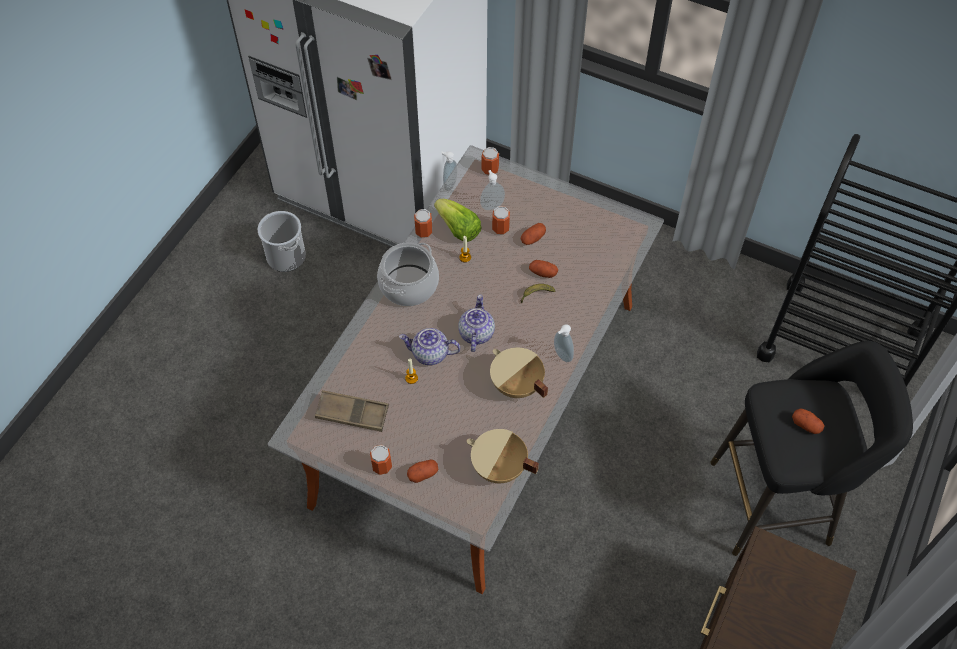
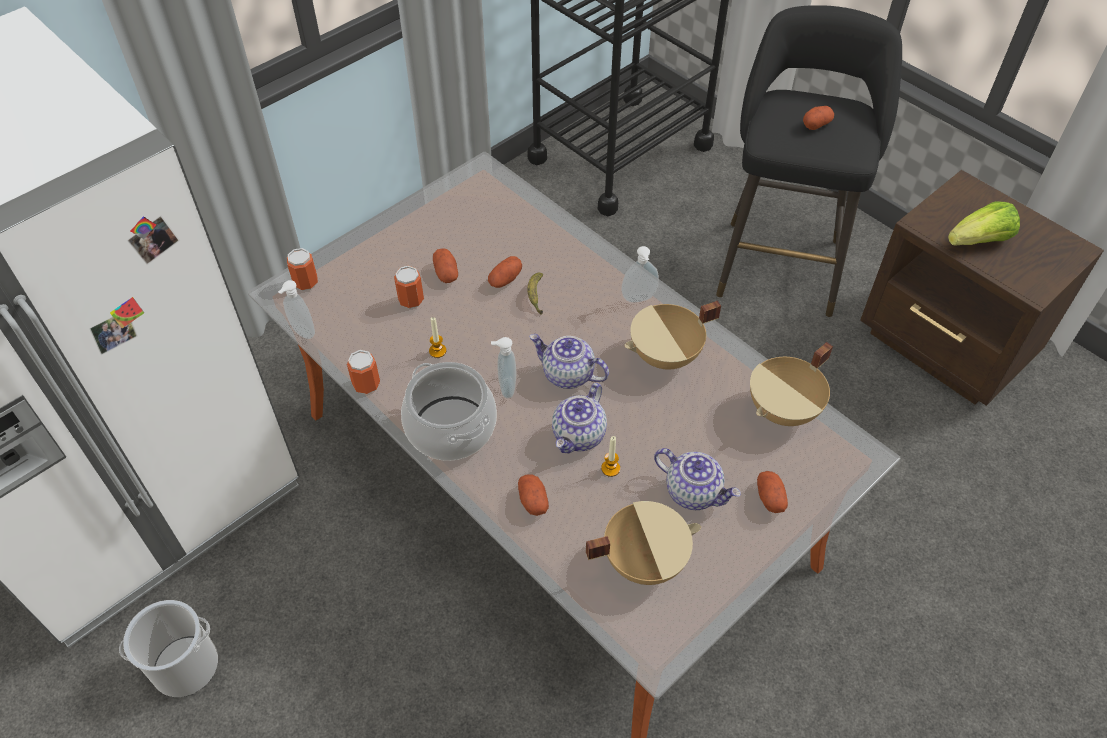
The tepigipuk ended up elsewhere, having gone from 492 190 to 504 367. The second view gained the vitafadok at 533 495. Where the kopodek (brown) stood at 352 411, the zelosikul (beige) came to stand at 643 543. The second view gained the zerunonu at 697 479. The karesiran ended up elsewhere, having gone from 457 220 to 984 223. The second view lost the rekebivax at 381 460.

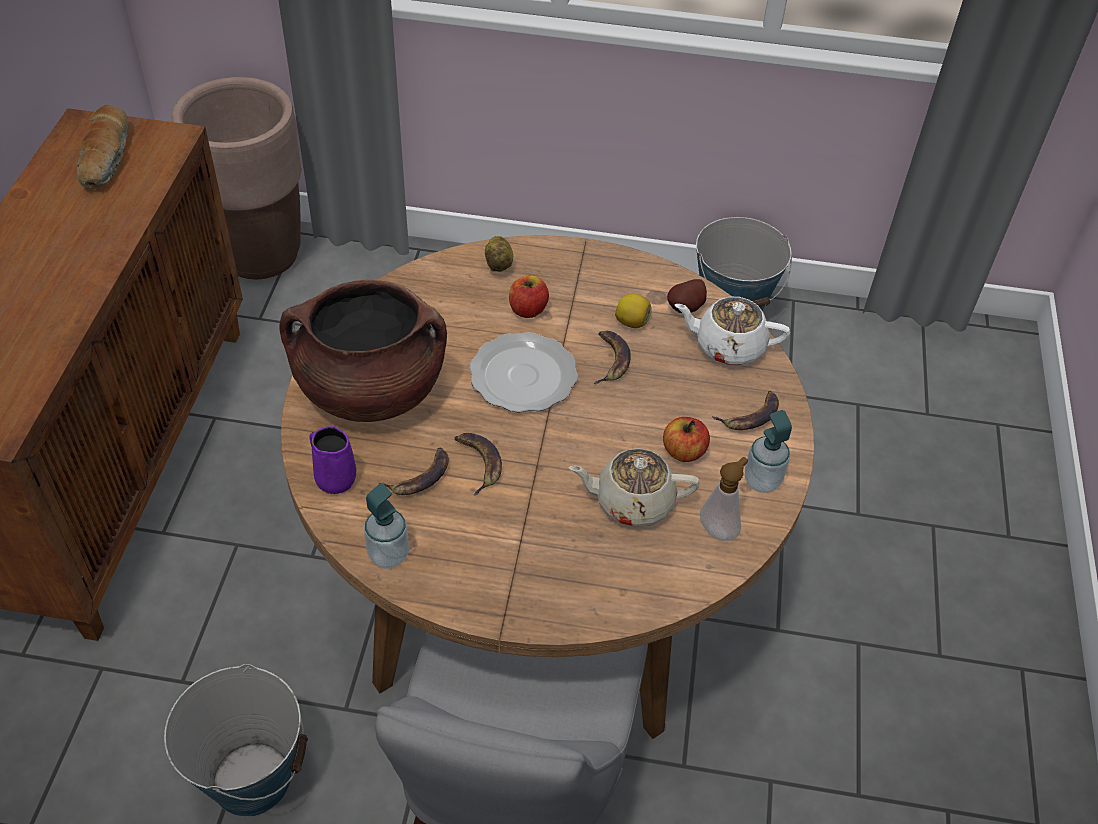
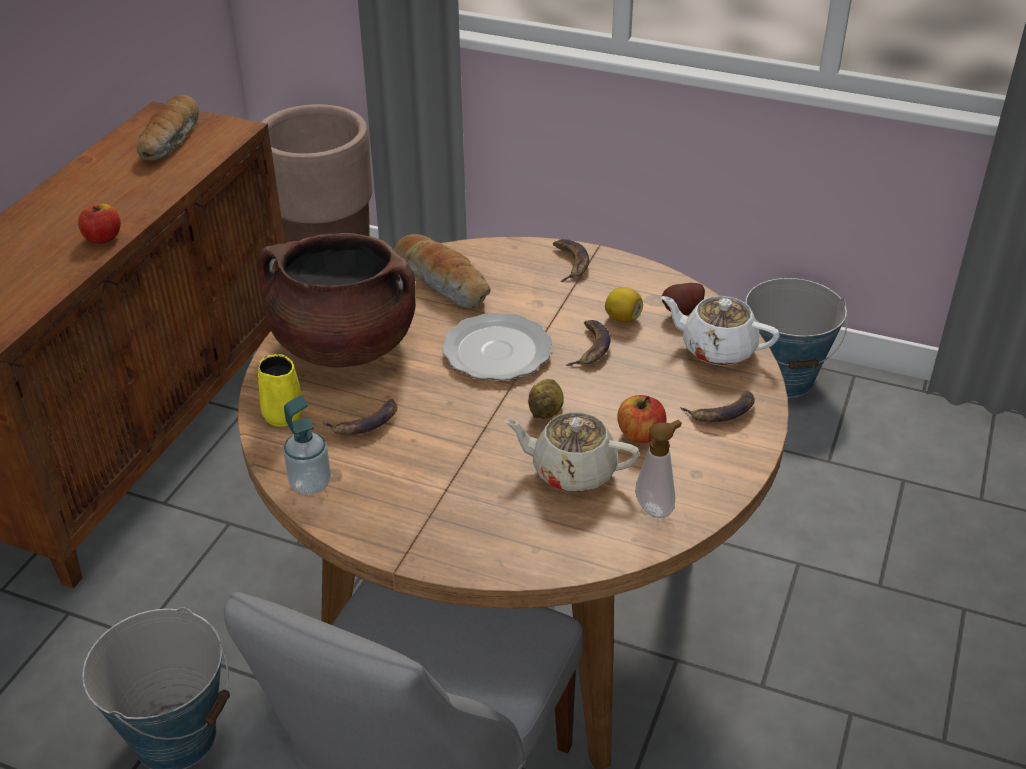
The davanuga ended up elsewhere, having gone from 529 297 to 99 224. What was the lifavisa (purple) at 332 460 turned into the lifavisa (yellow) at 280 390. The second view gained the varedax at 442 271. The vitafadok ended up elsewhere, having gone from 499 254 to 546 399. The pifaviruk ended up elsewhere, having gone from 478 464 to 571 260. The second view lost the tepigipuk at 768 451.

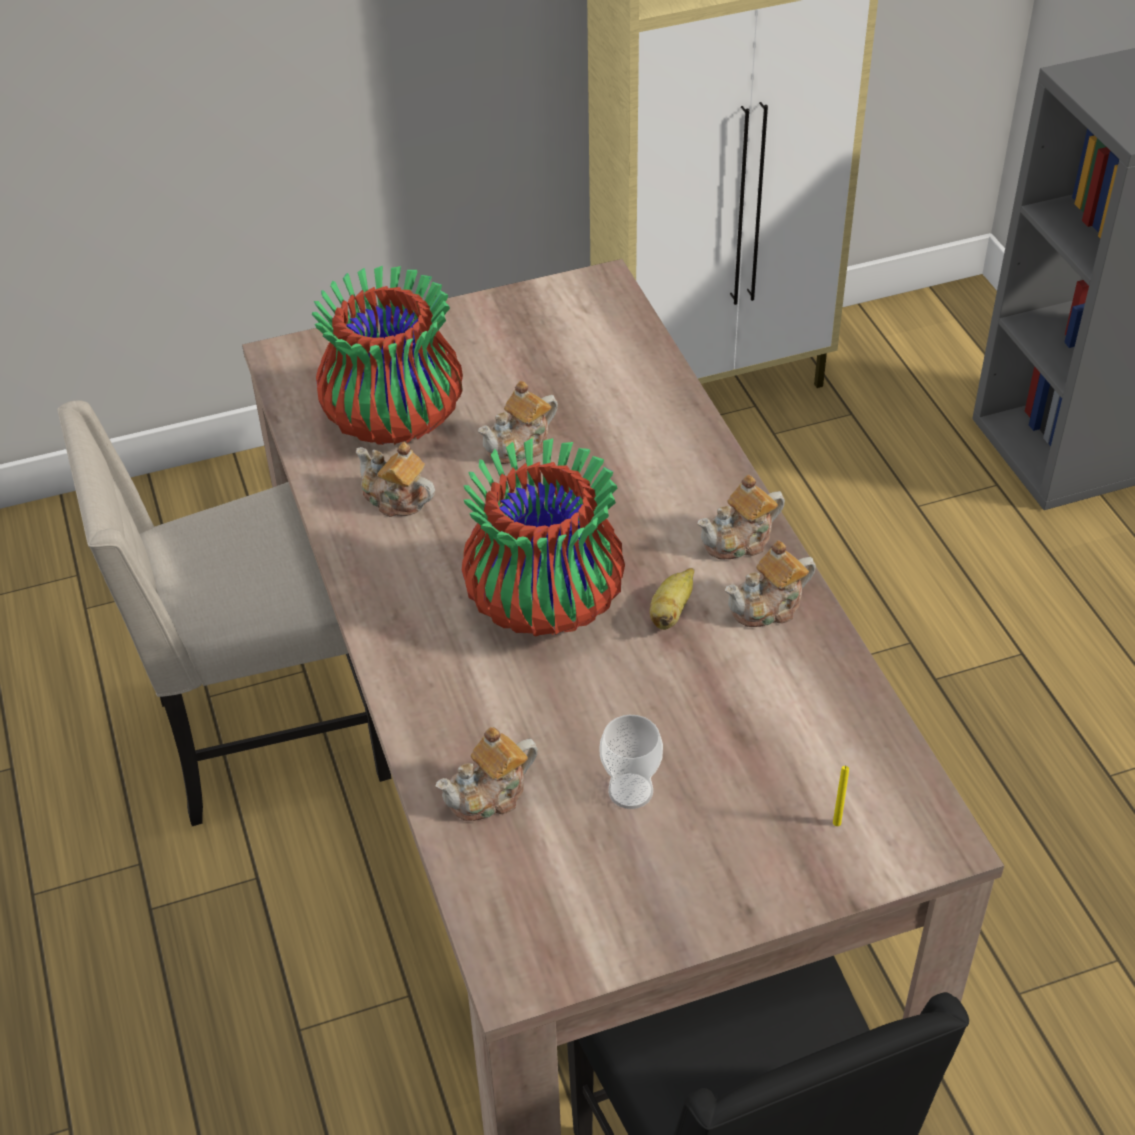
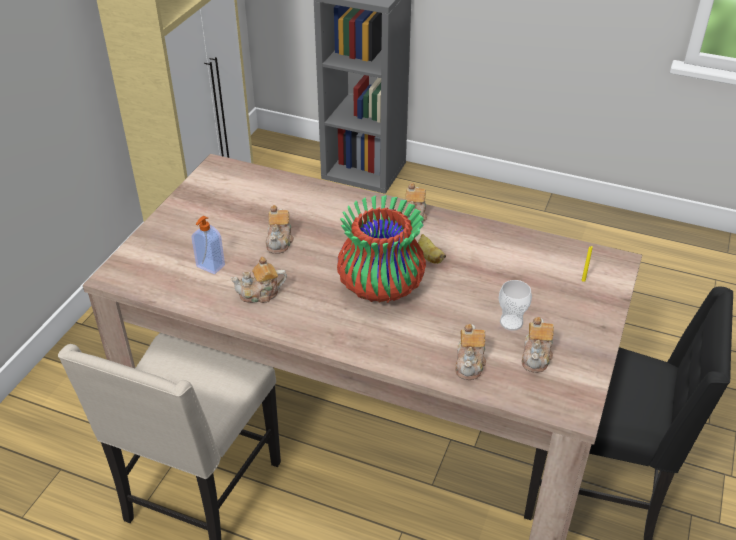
Where the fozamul stood at 387 355, the tepigipuk came to stand at 208 245. The zerunonu ended up elsewhere, having gone from 770 583 to 538 345.

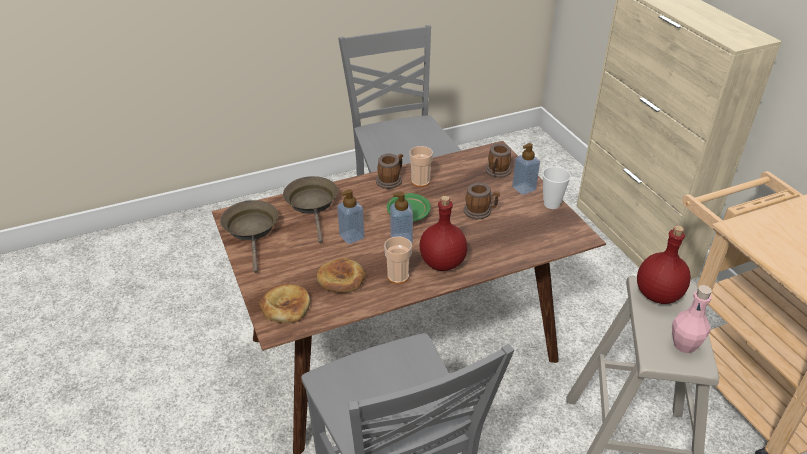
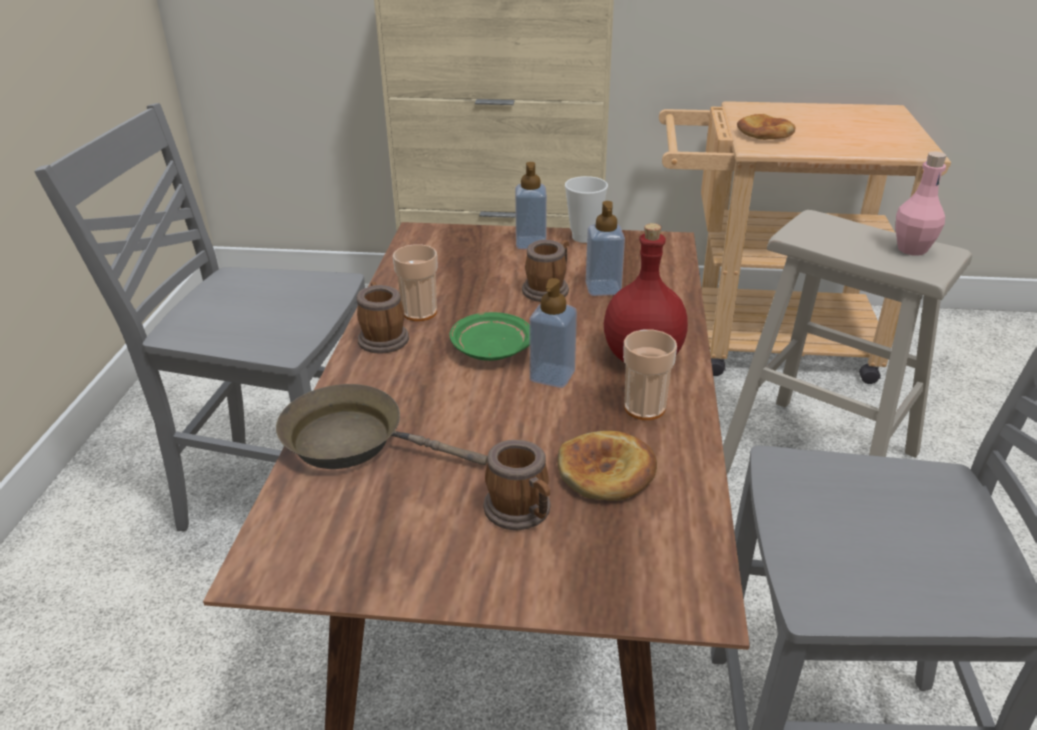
The lifavisa ended up elsewhere, having gone from 498 160 to 517 485. The tepigipuk ended up elsewhere, having gone from 351 216 to 605 248. The varedax ended up elsewhere, having gone from 284 303 to 766 127. The second view lost the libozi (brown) at 249 236. The second view lost the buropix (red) at 664 264.

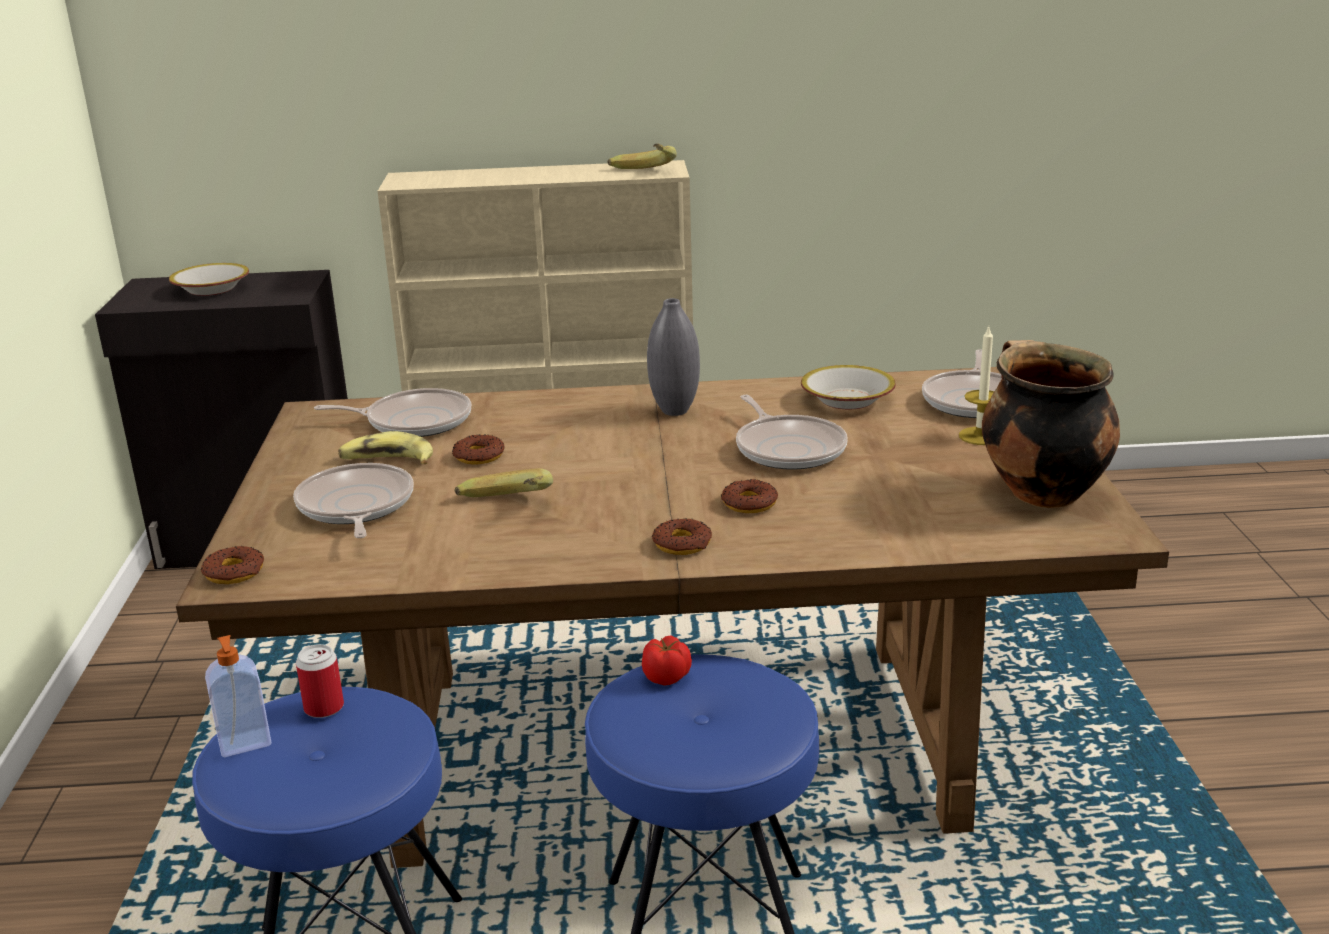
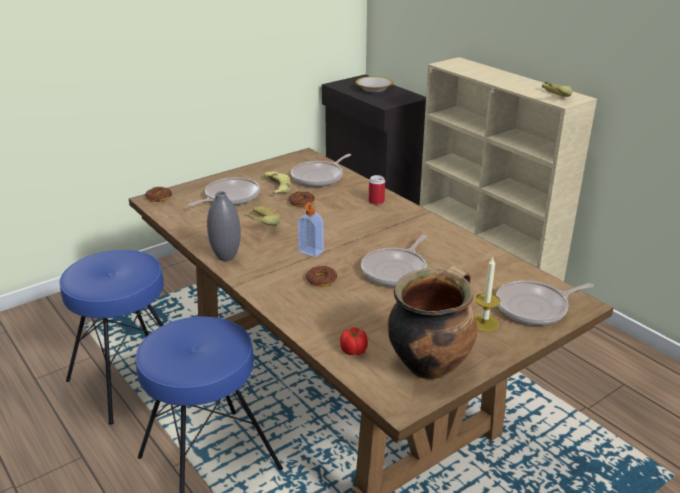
The fozamul (grey) ended up elsewhere, having gone from 673 357 to 224 226. The libozi at 392 412 ended up facing another way, 75 degrees clockwise from before. The tepigipuk ended up elsewhere, having gone from 238 696 to 310 229. The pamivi ended up elsewhere, having gone from 667 661 to 354 341. The rekebivax ended up elsewhere, having gone from 320 681 to 377 190. The second view lost the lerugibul at 682 536. The second view lost the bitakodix at 848 387.

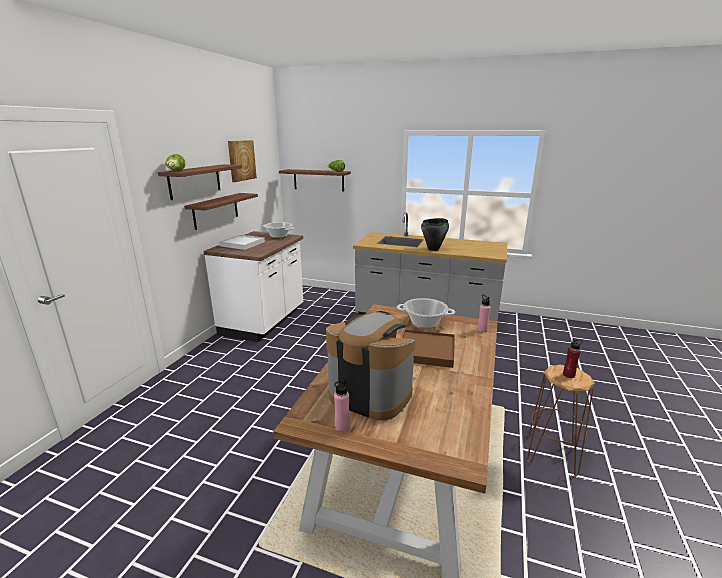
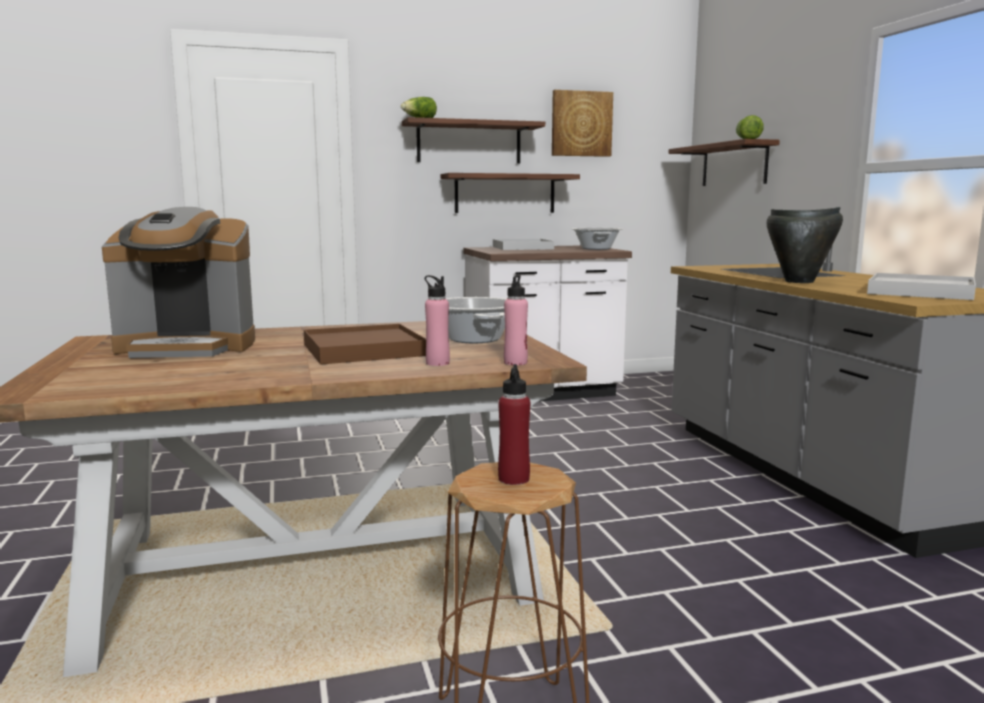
The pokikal at 370 365 ended up facing another way, 90 degrees clockwise from before. The buropix (pink) ended up elsewhere, having gone from 342 405 to 437 320. The second view gained the kopodek (white) at 921 286.

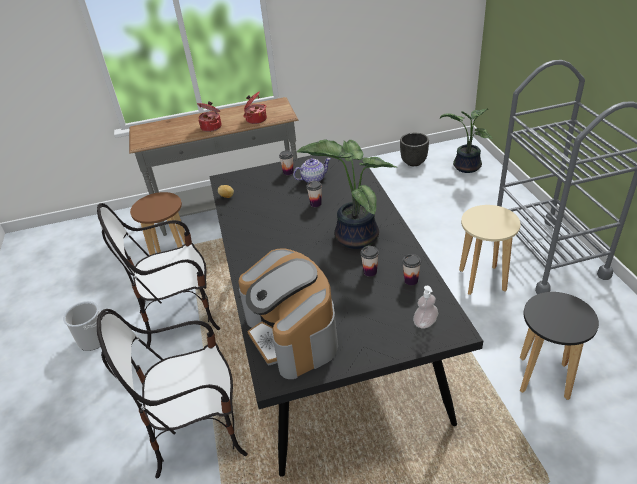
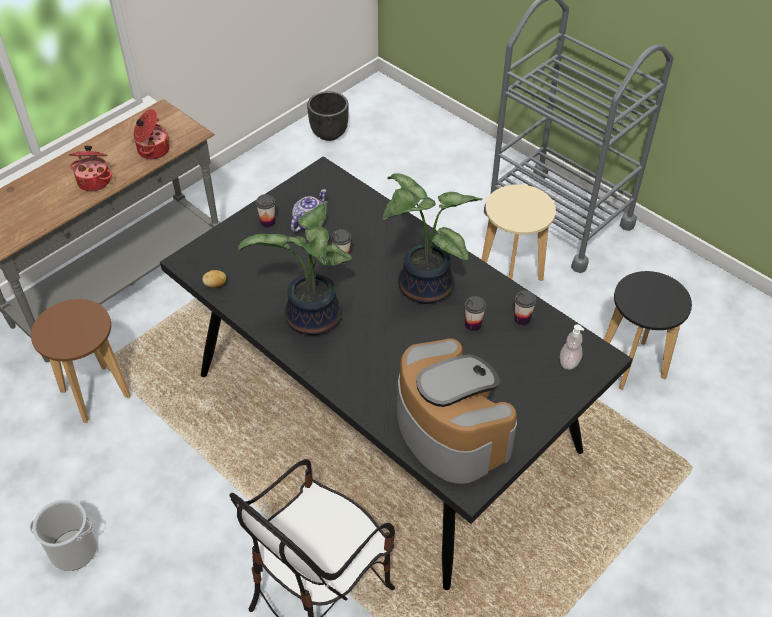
The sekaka ended up elsewhere, having gone from 466 141 to 295 268. The pokikal at 288 314 ended up facing another way, 150 degrees counterclockwise from before. The second view lost the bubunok at 158 276.

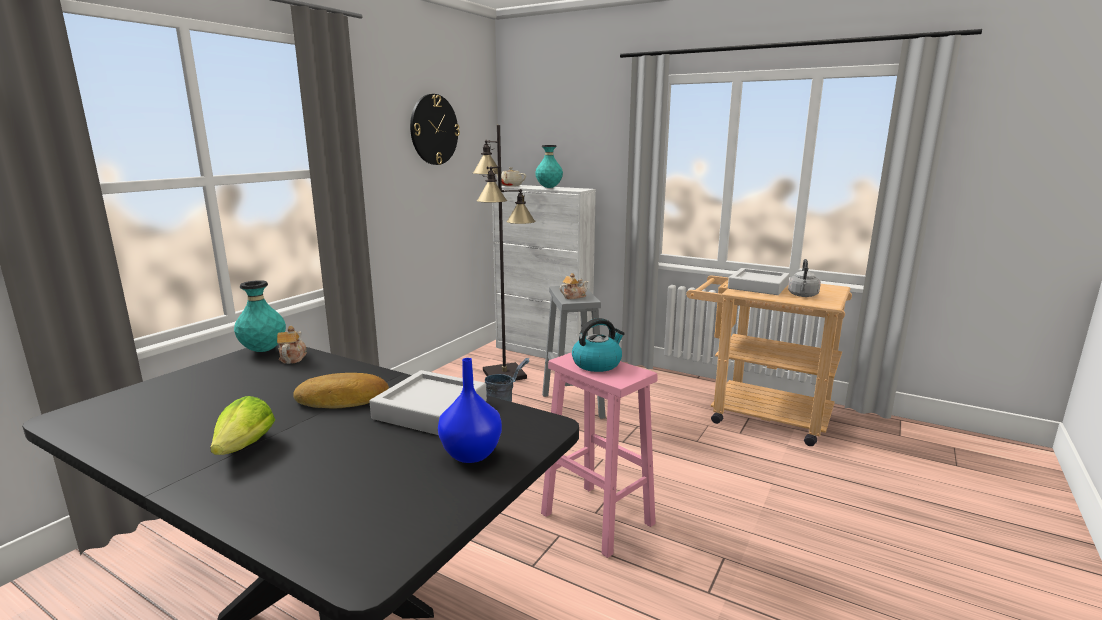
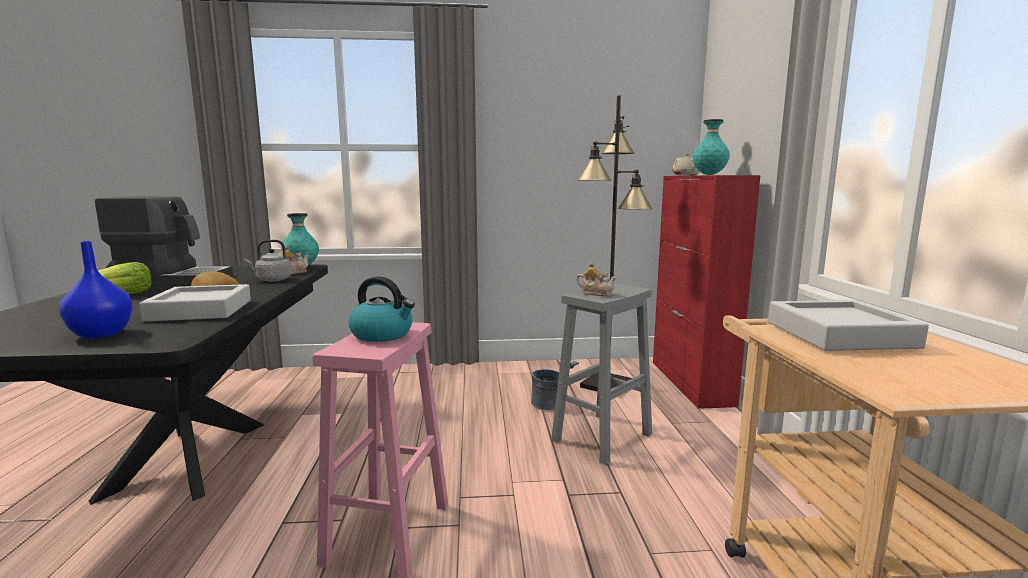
The second view gained the pokikal at 164 241. The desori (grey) ended up elsewhere, having gone from 804 278 to 267 261. What was the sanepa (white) at 544 271 turned into the sanepa (red) at 707 292. The second view lost the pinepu at 435 129.

